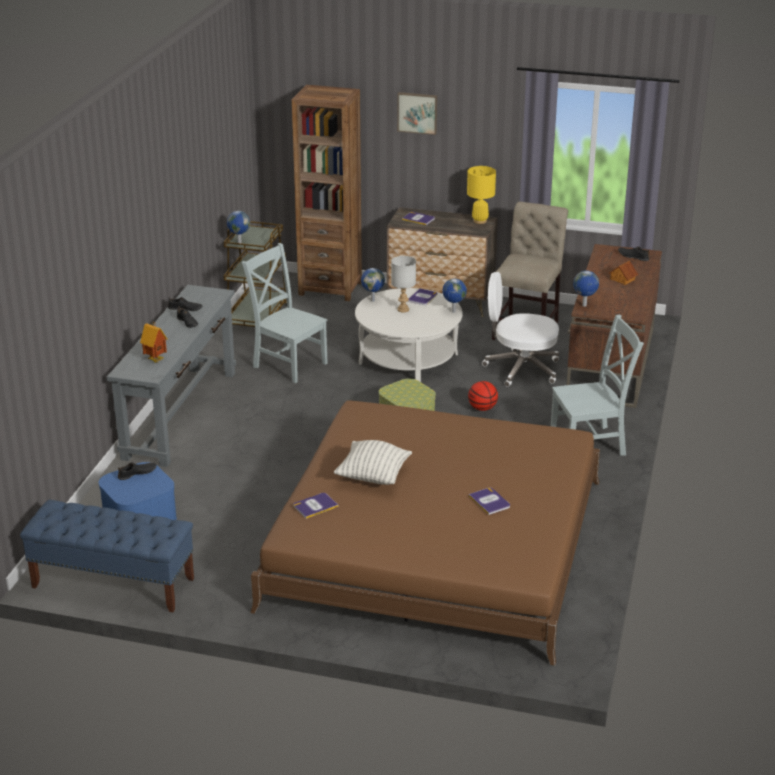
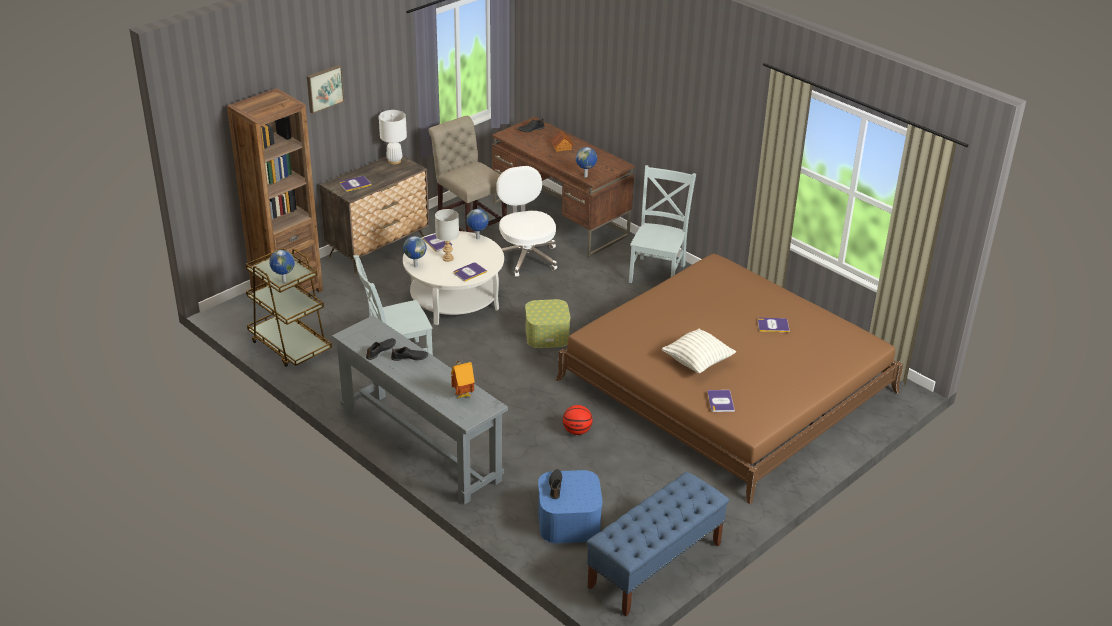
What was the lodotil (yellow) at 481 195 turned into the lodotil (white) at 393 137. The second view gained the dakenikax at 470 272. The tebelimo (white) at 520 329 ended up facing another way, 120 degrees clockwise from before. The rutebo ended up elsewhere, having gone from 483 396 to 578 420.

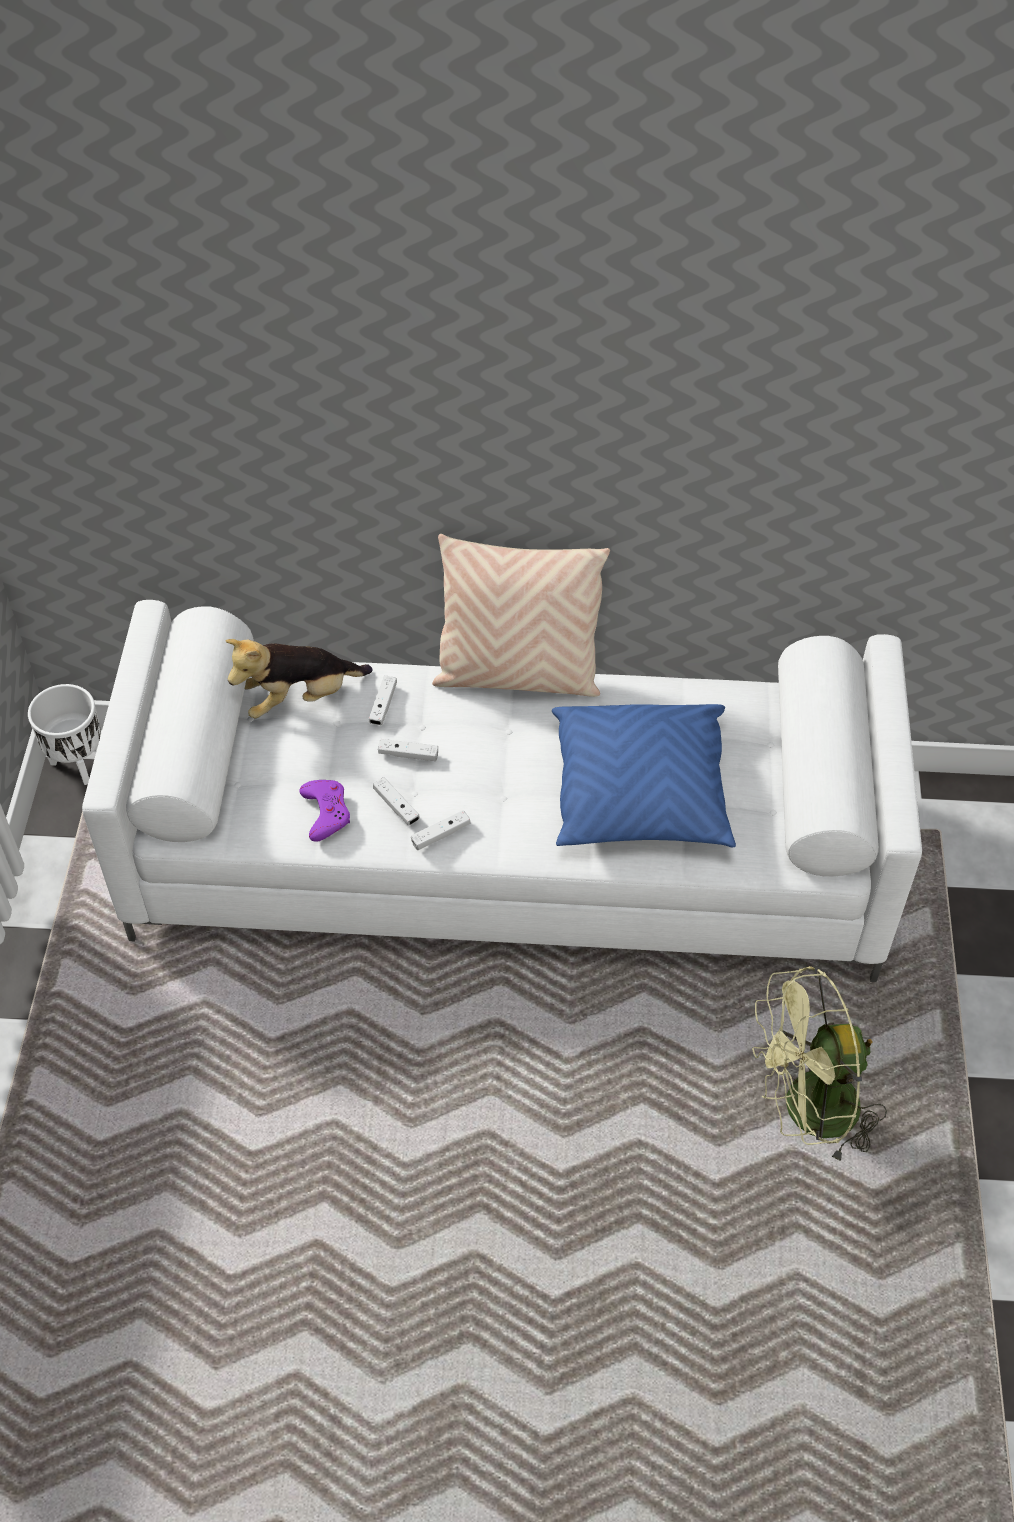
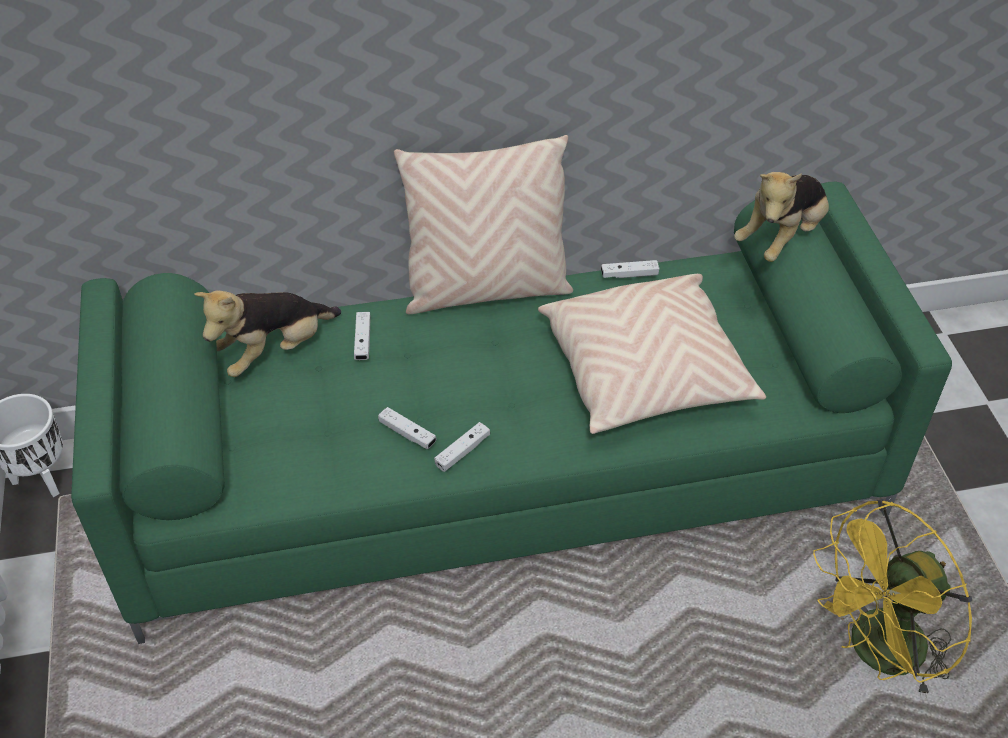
What was the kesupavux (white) at 502 791 turned into the kesupavux (green) at 511 413. What was the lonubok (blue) at 644 776 turned into the lonubok (beige) at 652 354. The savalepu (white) ended up elsewhere, having gone from 408 750 to 630 269. The second view gained the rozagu at 781 217. What was the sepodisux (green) at 819 1065 turned into the sepodisux (yellow) at 892 598. The second view lost the savalepu (purple) at 324 811.

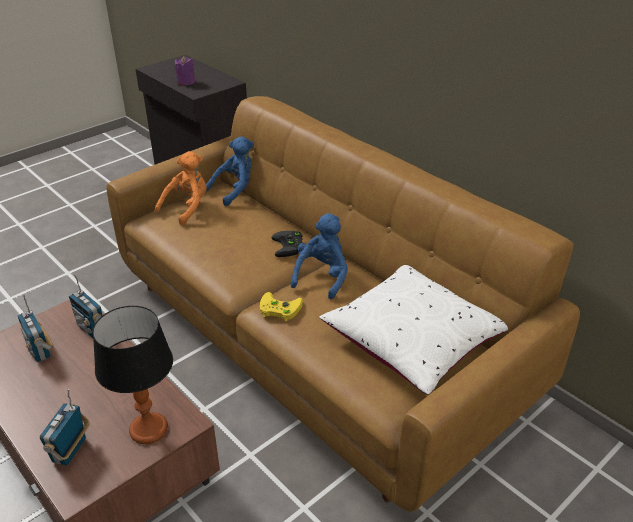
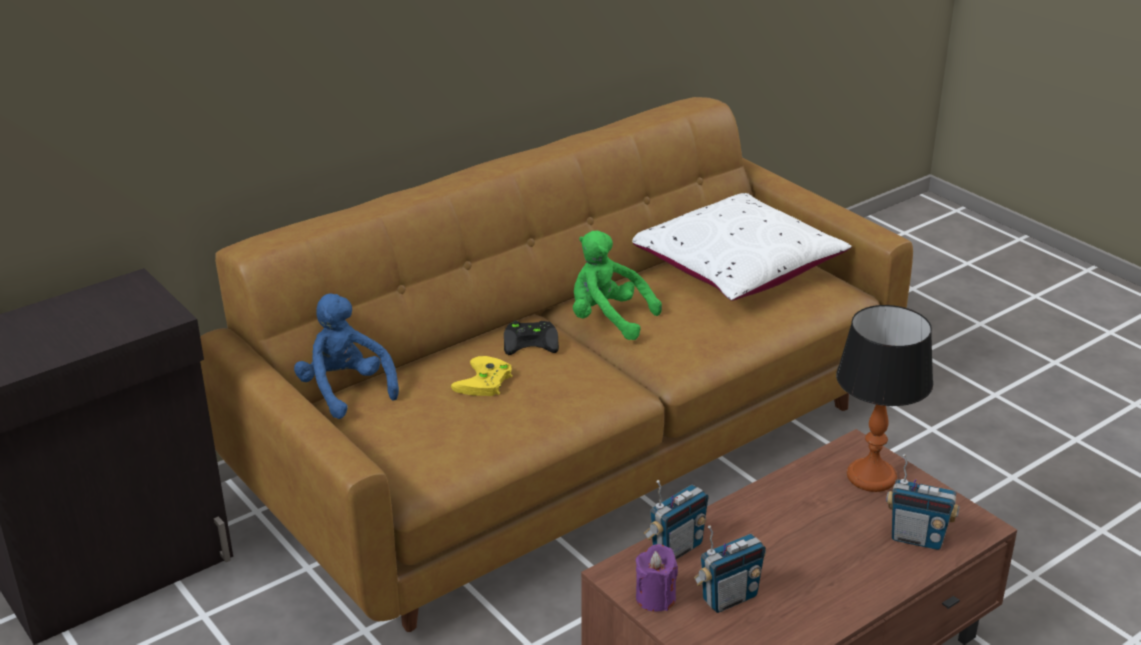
The savalepu (yellow) ended up elsewhere, having gone from 281 307 to 482 376. What was the rozagu (blue) at 319 256 turned into the rozagu (green) at 617 285. The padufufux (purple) ended up elsewhere, having gone from 185 70 to 657 578. The second view lost the rozagu (orange) at 181 188.

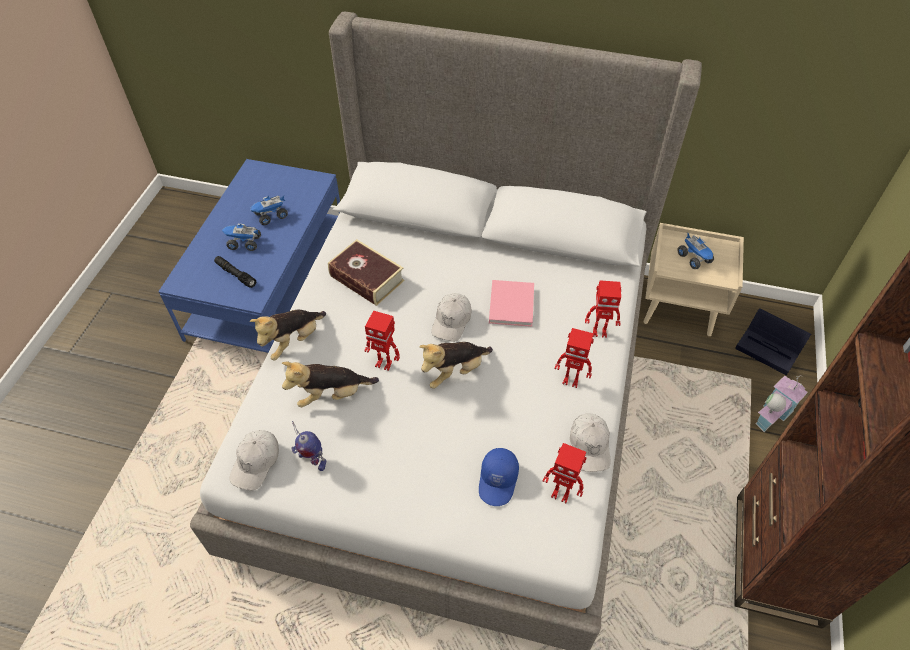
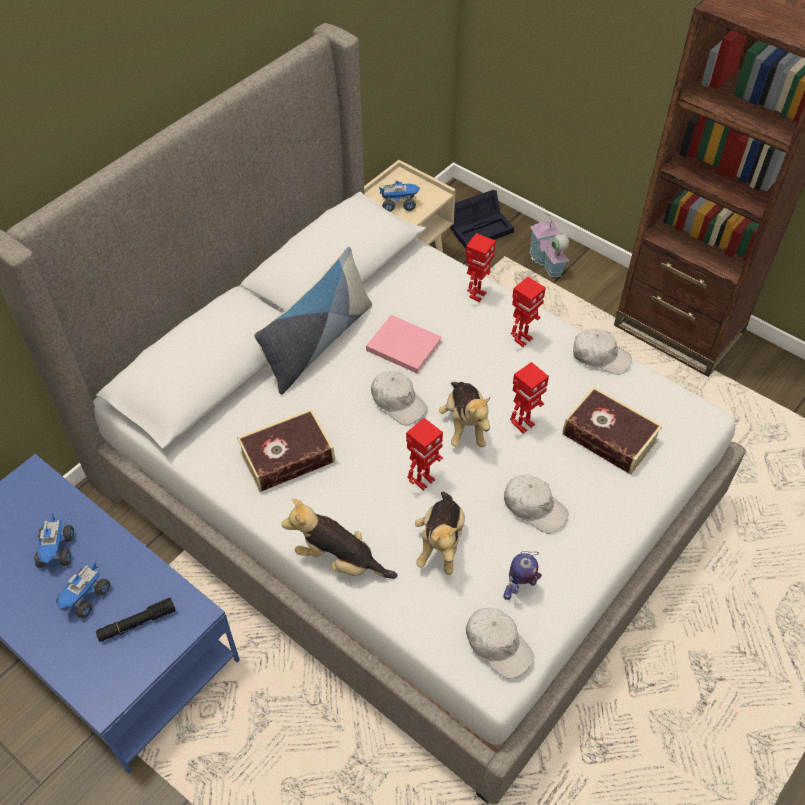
The second view gained the lonubok at 313 321. The rozagu at 288 334 ended up facing another way, 135 degrees clockwise from before. The second view gained the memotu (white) at 536 504. The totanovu ended up elsewhere, having gone from 565 473 to 529 398. Where the memotu (blue) stood at 499 477, the dakenikax came to stand at 612 431.

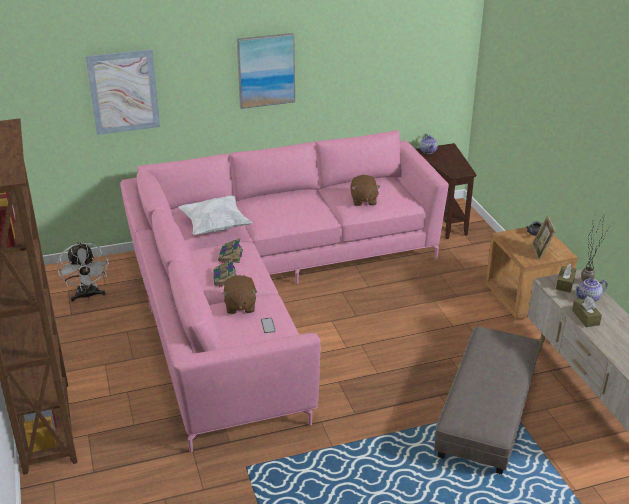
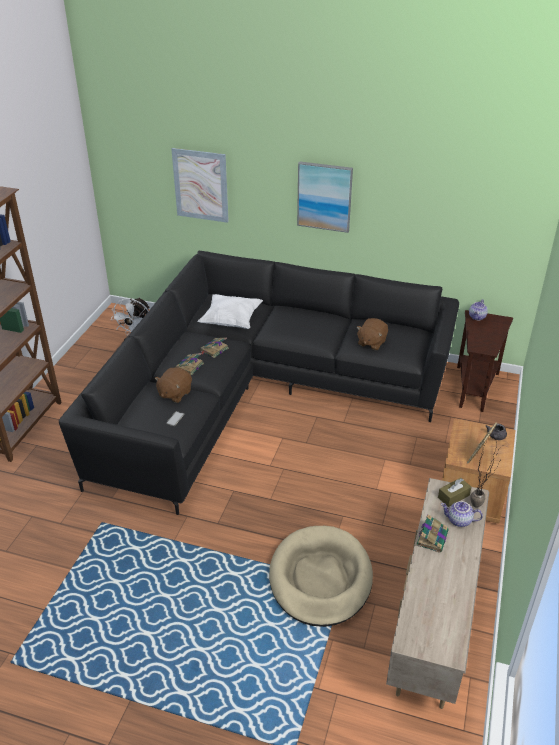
What was the kesupavux (pink) at 284 291 turned into the kesupavux (black) at 259 383. Where the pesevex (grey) stood at 487 400, the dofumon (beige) came to stand at 321 576. Where the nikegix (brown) stood at 587 311, the dakenikax came to stand at 432 533.

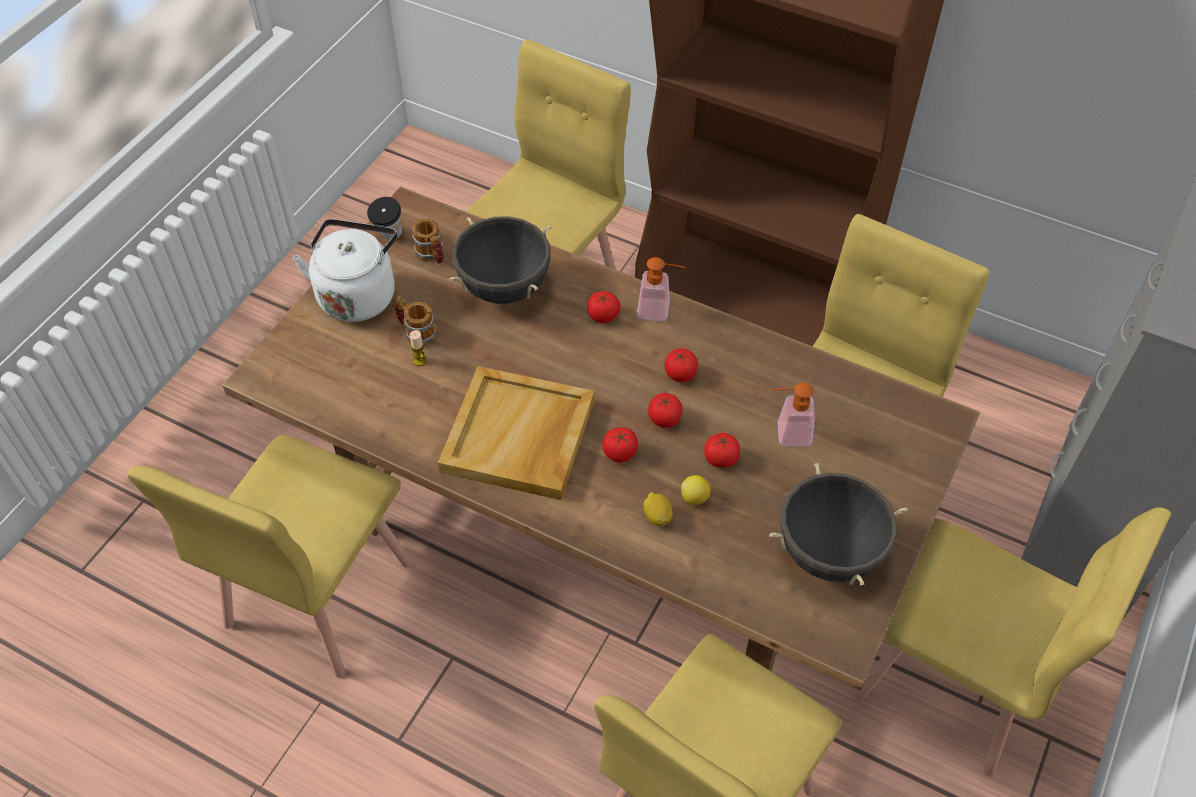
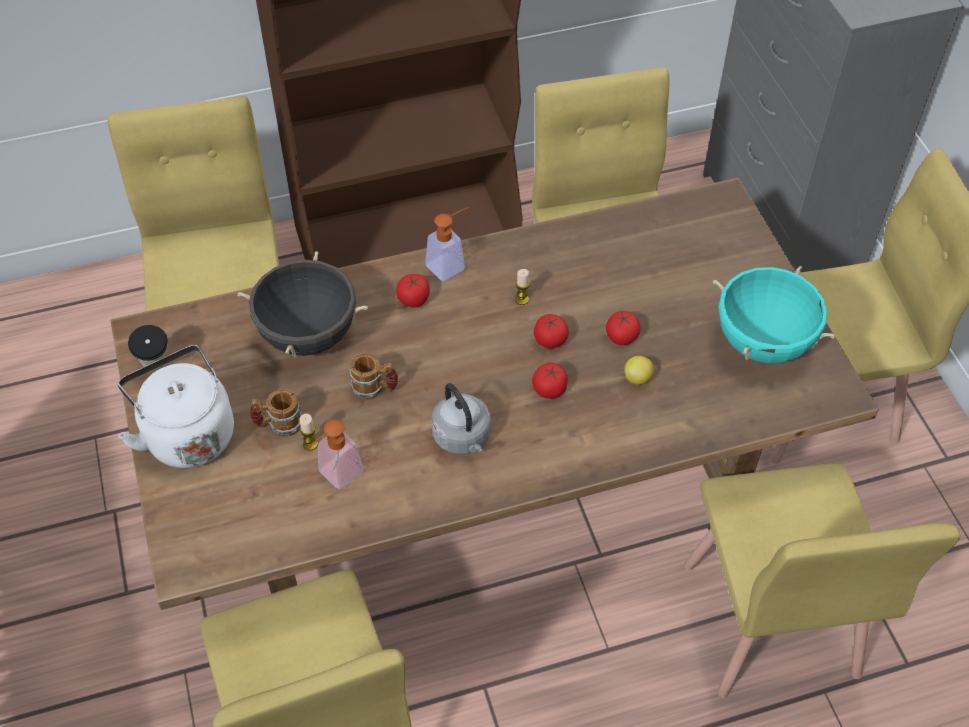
The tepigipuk ended up elsewhere, having gone from 793 414 to 335 454. The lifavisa ended up elsewhere, having gone from 428 241 to 373 376. Where the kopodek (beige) stood at 516 433, the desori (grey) came to stand at 461 418. Where the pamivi stood at 681 365, the padufufux came to stand at 522 287. What was the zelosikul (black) at 838 524 turned into the zelosikul (turquoise) at 774 315. The second view lost the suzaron at 658 509.

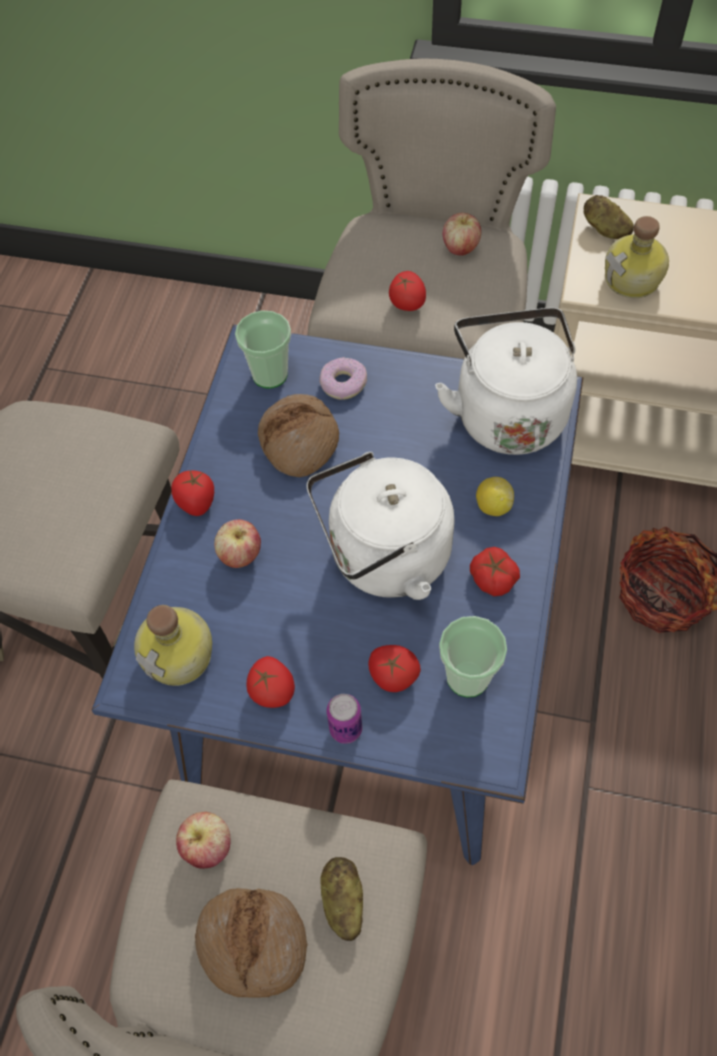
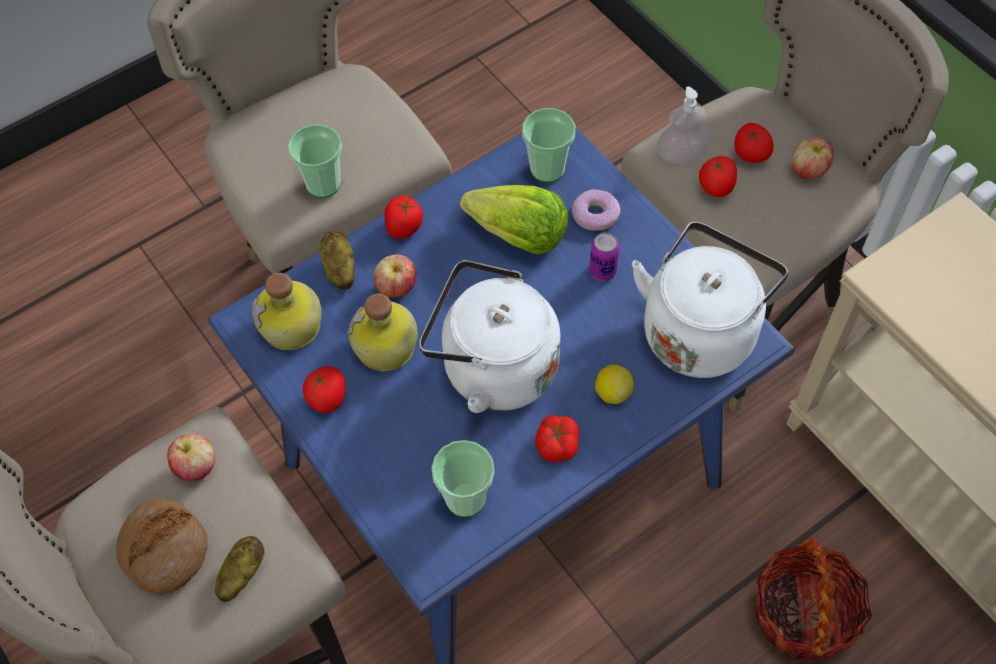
The second view gained the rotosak at 315 161. The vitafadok ended up elsewhere, having gone from 609 217 to 337 260. The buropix ended up elsewhere, having gone from 637 257 to 382 332. Where the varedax stood at 298 435, the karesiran came to stand at 514 219. The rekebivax ended up elsewhere, having gone from 344 719 to 604 256. The second view gained the tepigipuk at 683 125. The pamivi ended up elsewhere, having gone from 394 668 to 754 143.

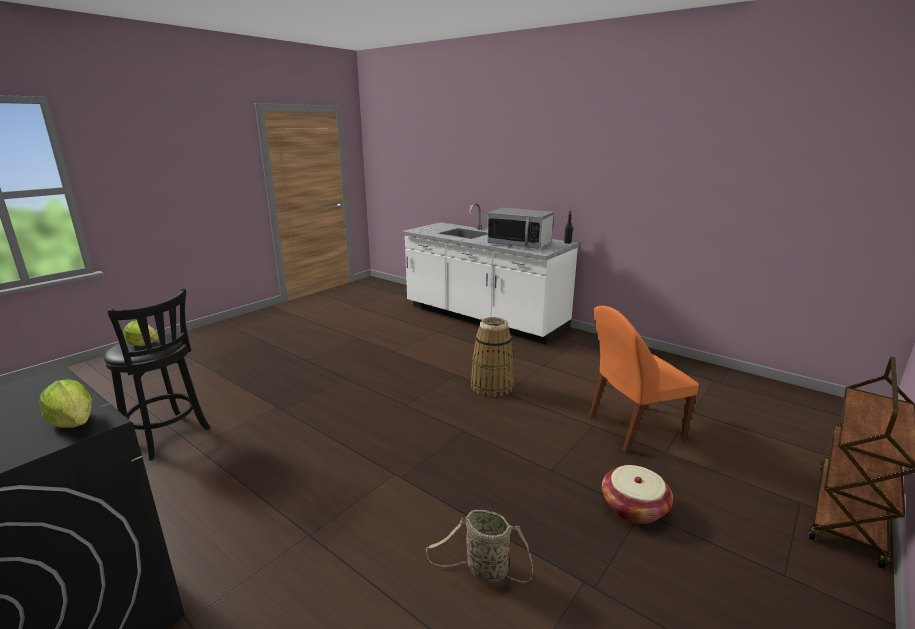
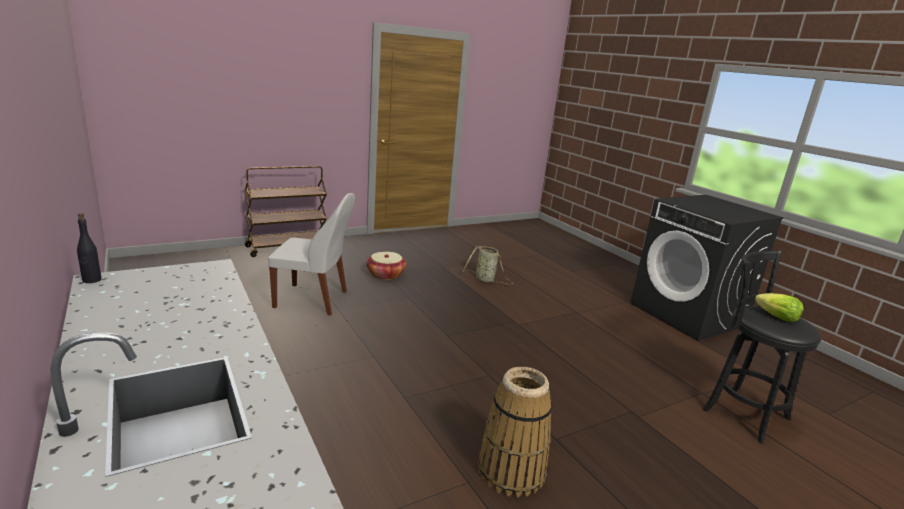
What was the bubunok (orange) at 644 379 turned into the bubunok (white) at 311 254. The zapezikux ended up elsewhere, having gone from 492 357 to 515 432. The second view lost the karesiran at 65 403. The second view lost the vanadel at 520 228.

